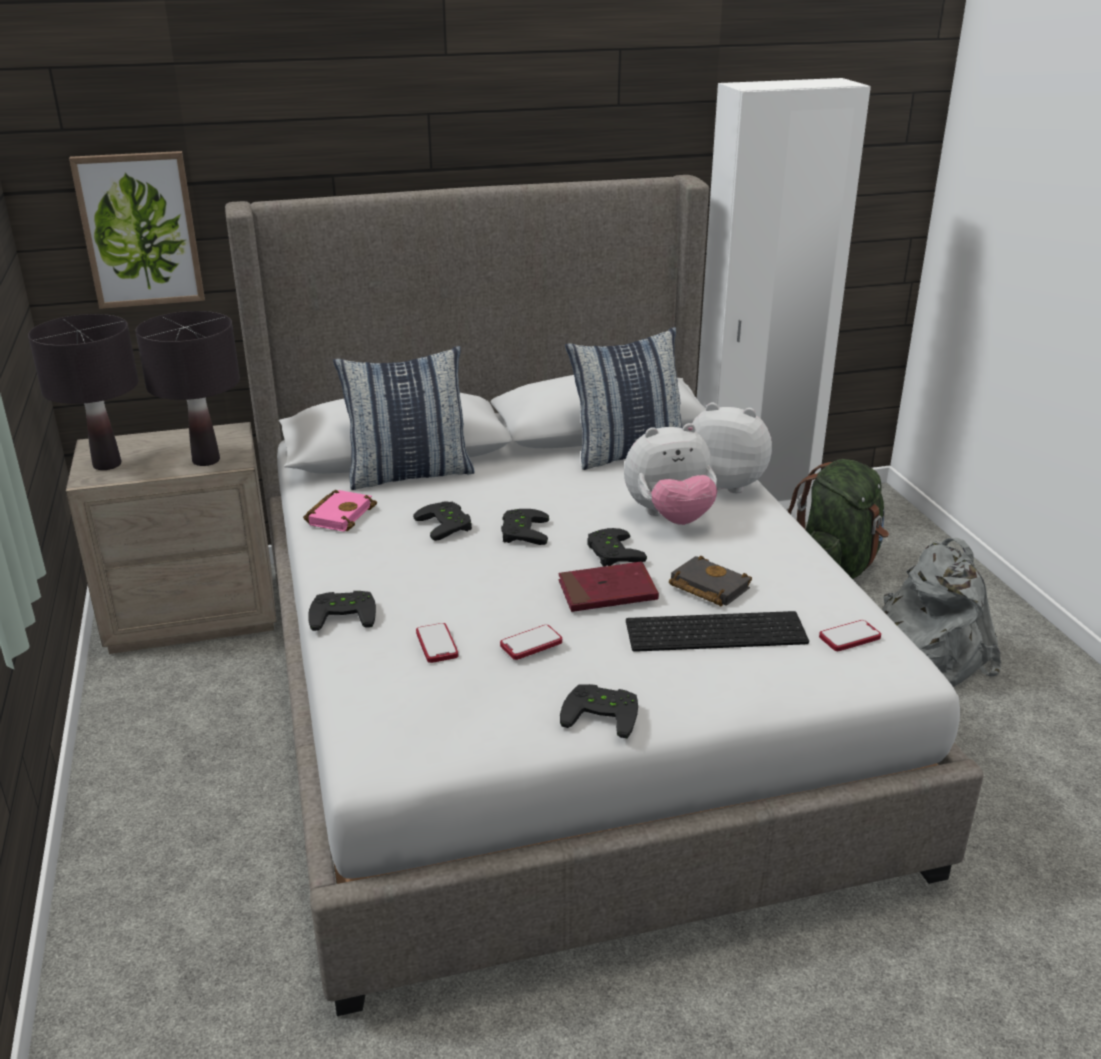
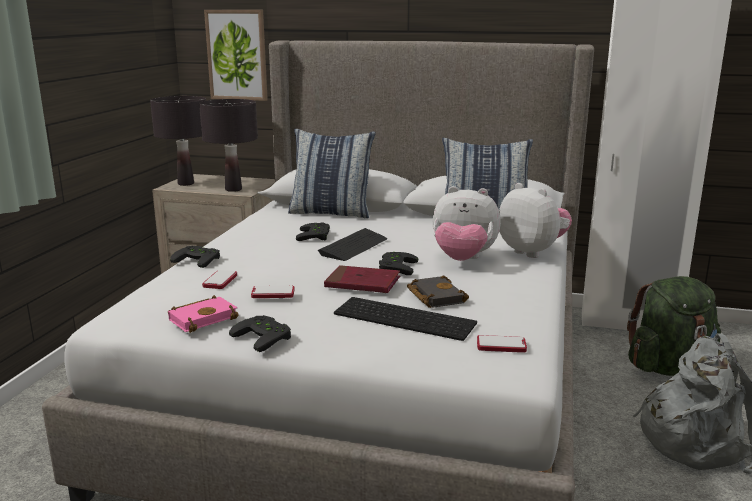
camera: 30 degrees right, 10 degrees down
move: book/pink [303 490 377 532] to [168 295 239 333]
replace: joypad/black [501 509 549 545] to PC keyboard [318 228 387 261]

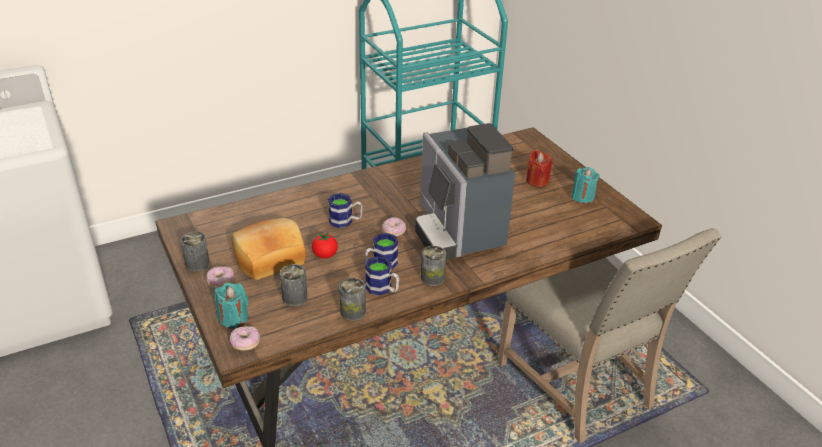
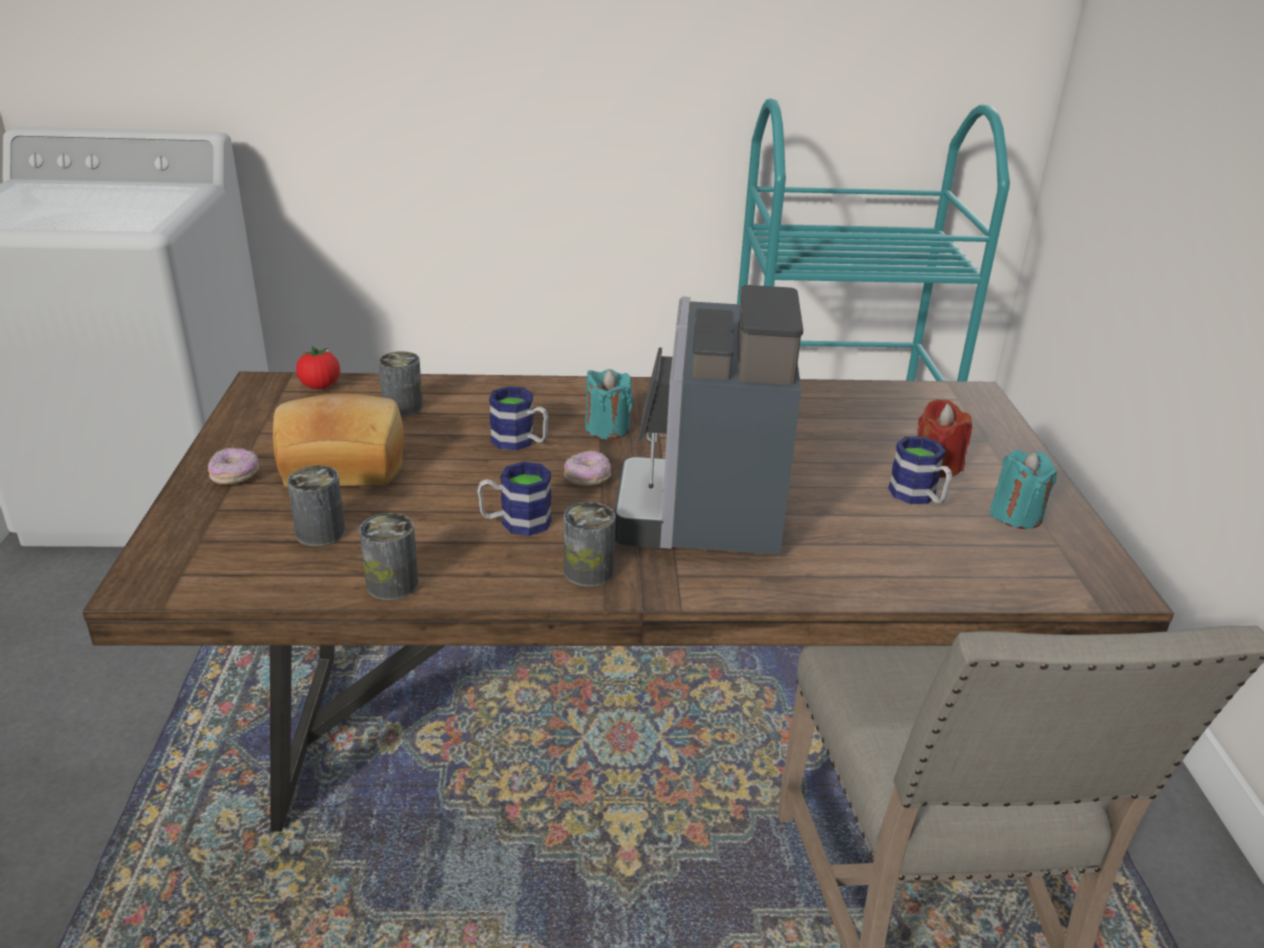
camera: 25 degrees right, 5 degrees down
delete: ring doughnut [230 326 260 351]
move: tomato [312 232 338 259] to [296 346 340 389]; sealed can [181 232 210 272] to [378 351 423 417]; wax candle/blue-green [215 283 248 328] to [585 369 633 439]; mug [365 256 399 296] to [888 436 952 504]

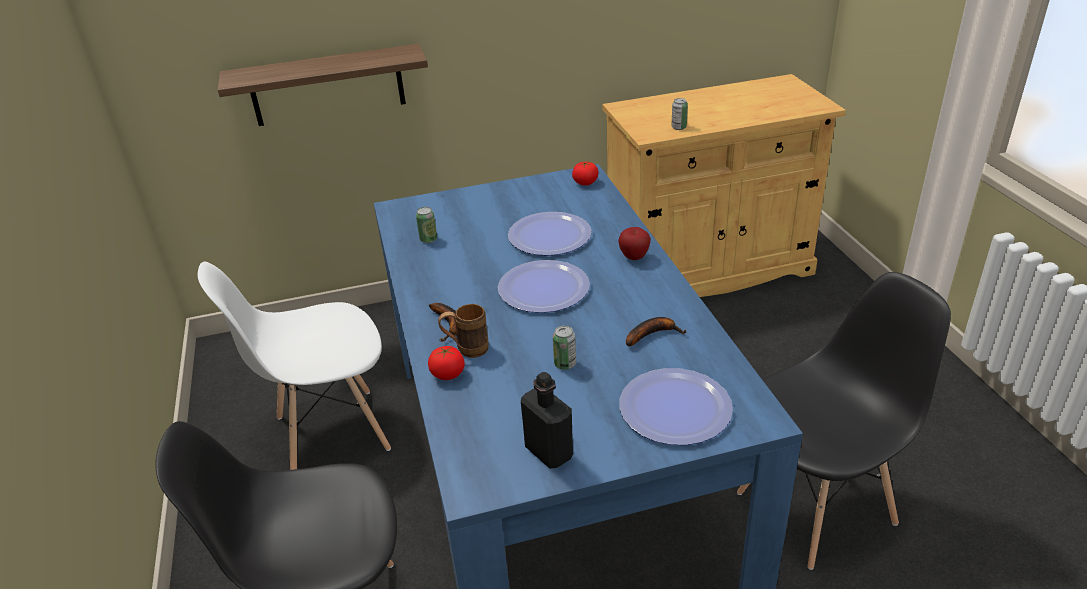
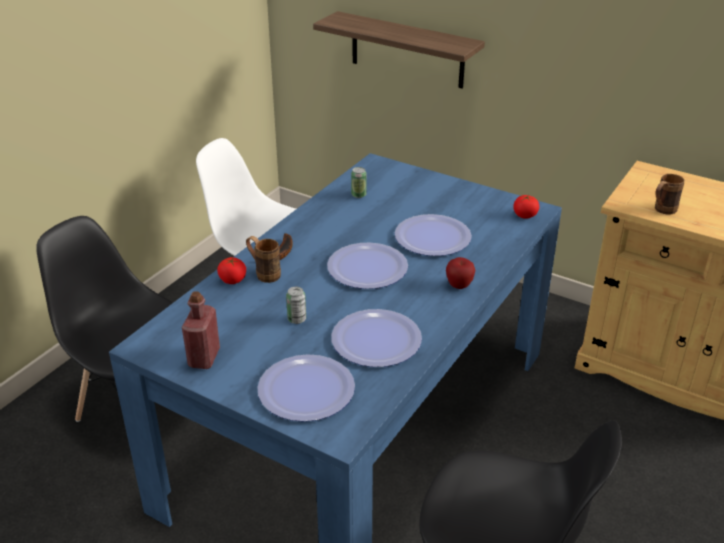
camera: 45 degrees right, 0 degrees up
replace: whole banana [626 317 686 347] to plate [331 309 422 367]; sealed can [671 98 688 130] to mug/brown-coloured [655 174 684 215]
recolor: drink bottle/black [521 372 573 469] to drink bottle/red [182 291 220 369]

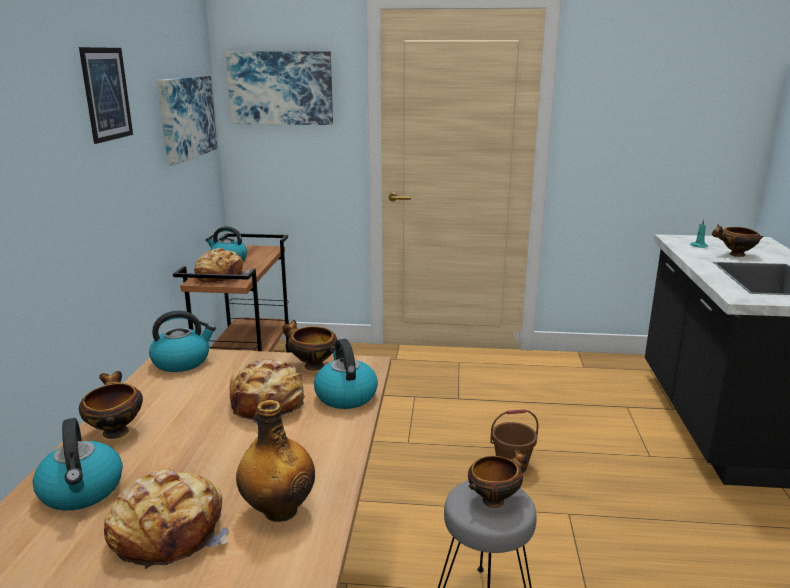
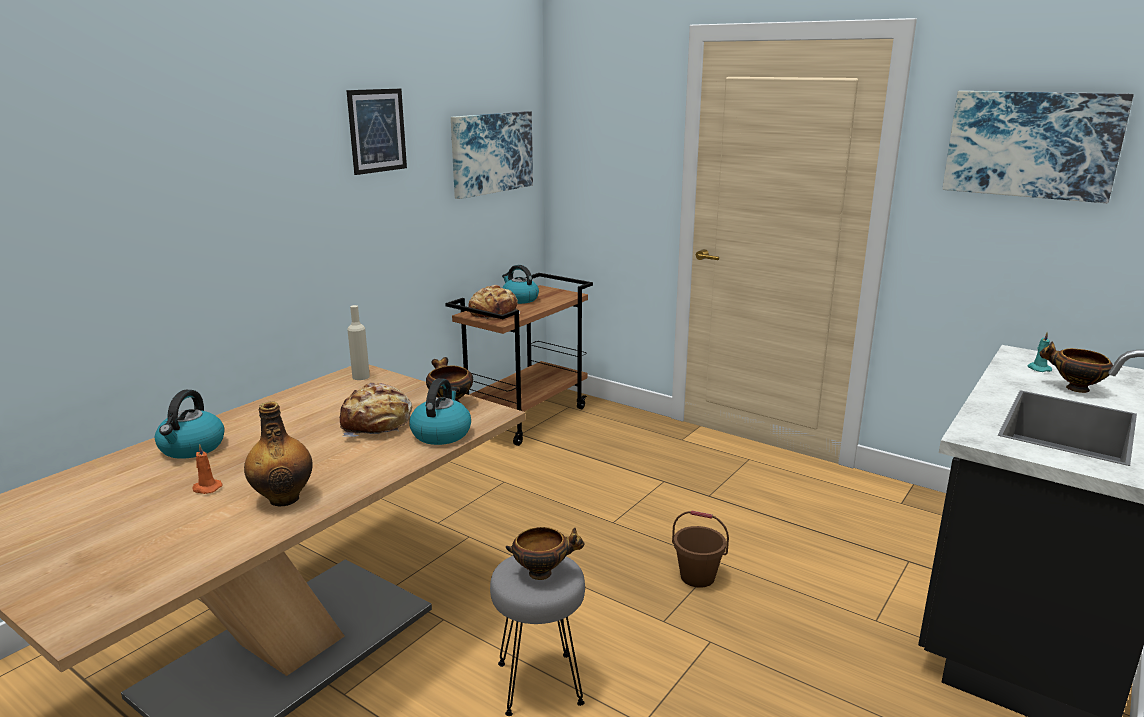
camera: 30 degrees right, 0 degrees up
delete: bowl [79 371 143 439]
move: wall picture [225 51 333 125] to [942 91 1134 203]
replace: baked bread [104 468 229 569] to wax candle/orange [192 444 222 494]; tea kettle [149 310 216 372] to drink bottle/beige-coloured [347 305 370 380]

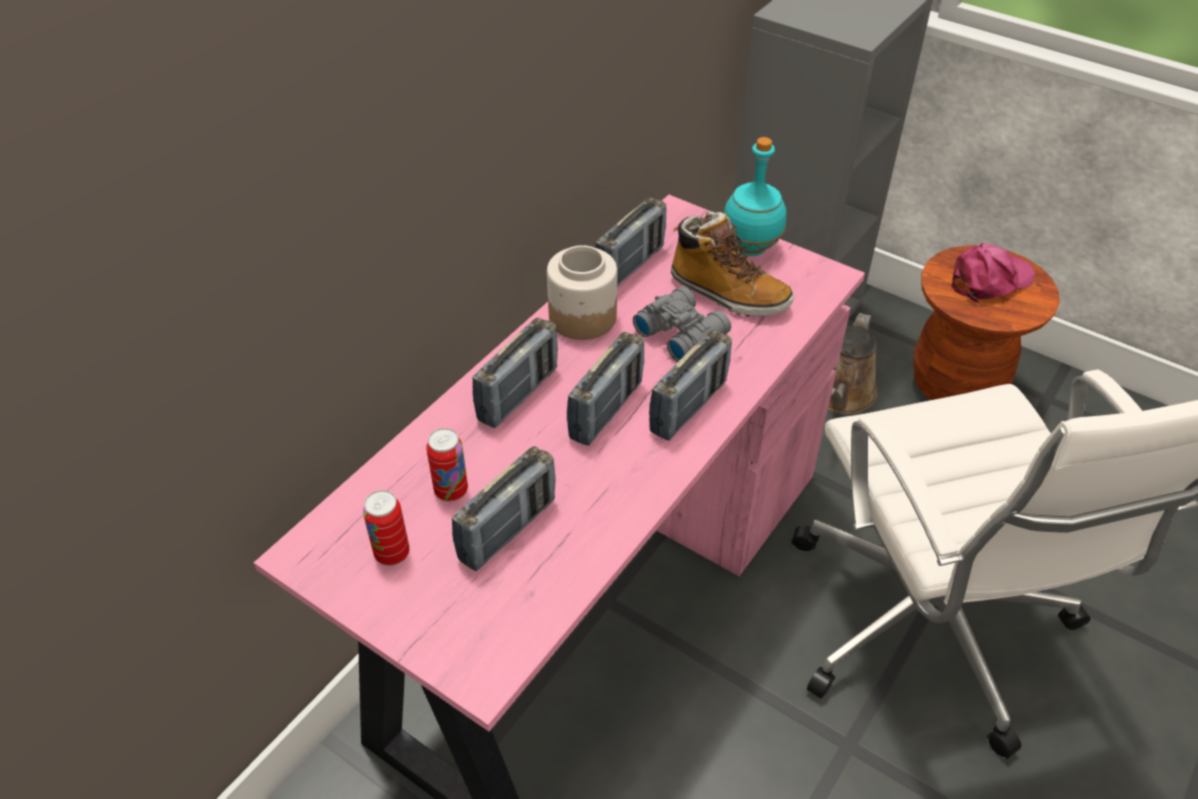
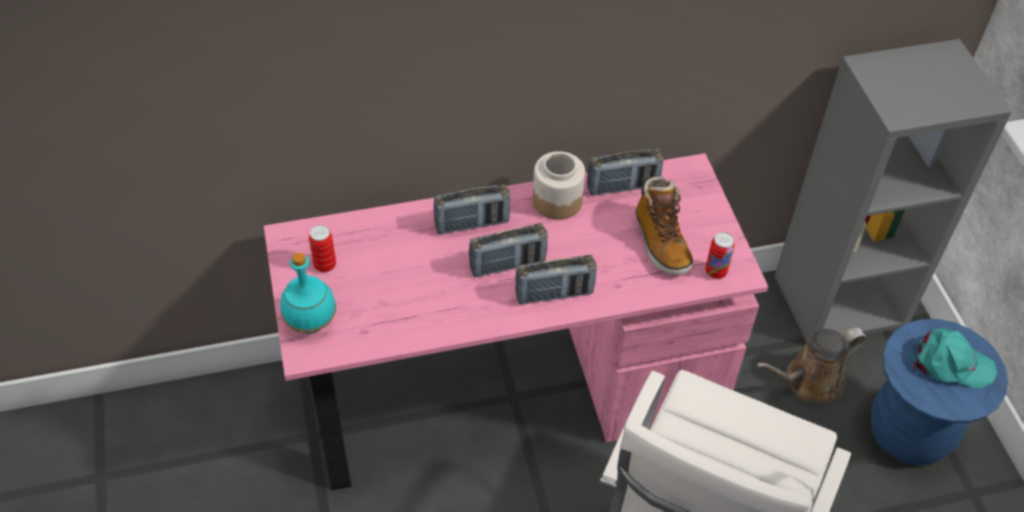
camera: 40 degrees right, 5 degrees up
delete: radio receiver [452 446 556 571]; field glasses/gray [633 287 731 362]
move: drink bottle/blue-green [724 137 787 256] to [280 253 336 334]; sealed can [426 428 468 502] to [705 232 735 279]
recolor: stool seat/brown-coloured [913 245 1060 400] to stool seat/blue [871 319 1008 465]; peaked cap/pink [951 243 1035 303] to peaked cap/blue-green [909 328 997 389]

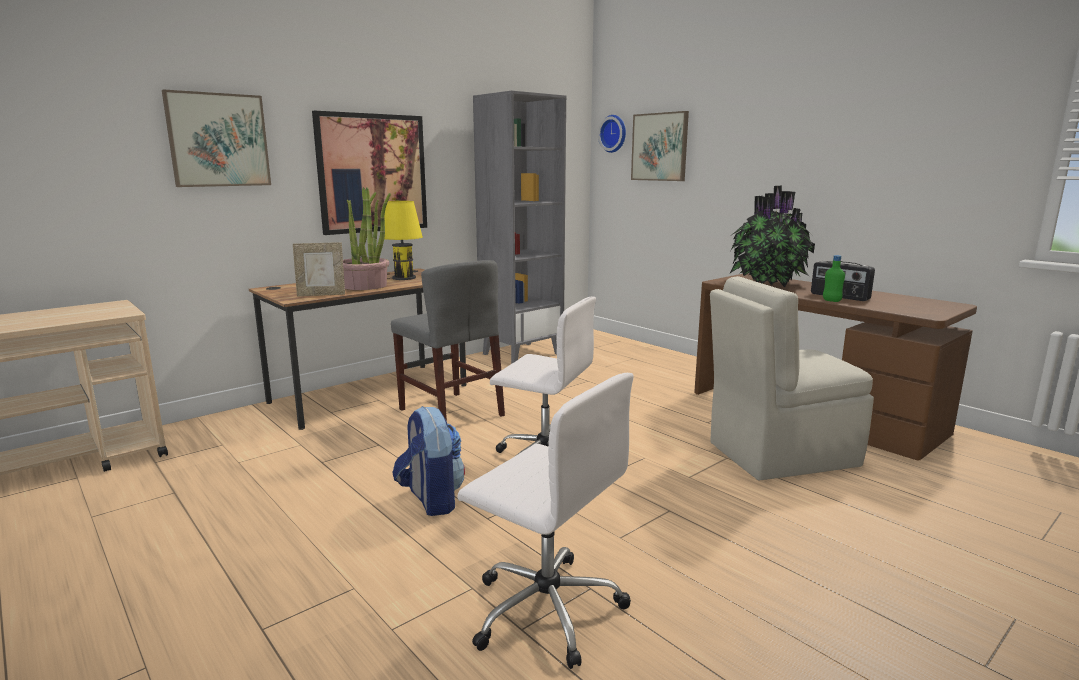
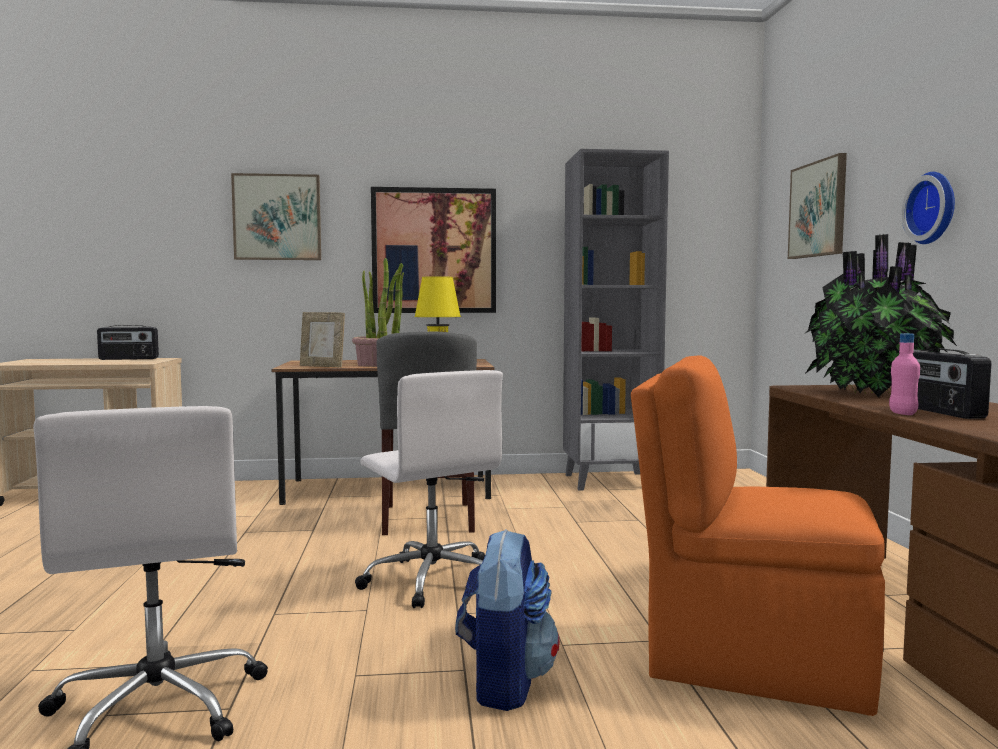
camera: 35 degrees right, 10 degrees down
insert: radio receiver [97 325 159 360]
move: knapsack [392 406 465 516] to [455 529 560 711]; clock on the wall [598 115 626 153] to [901 172 955 244]
recolor: upright chair/beige-coloured [710 276 874 481] to upright chair/orange [631 355 885 716]; drink bottle/green-coloured [823 255 845 302] to drink bottle/pink [889 333 920 415]

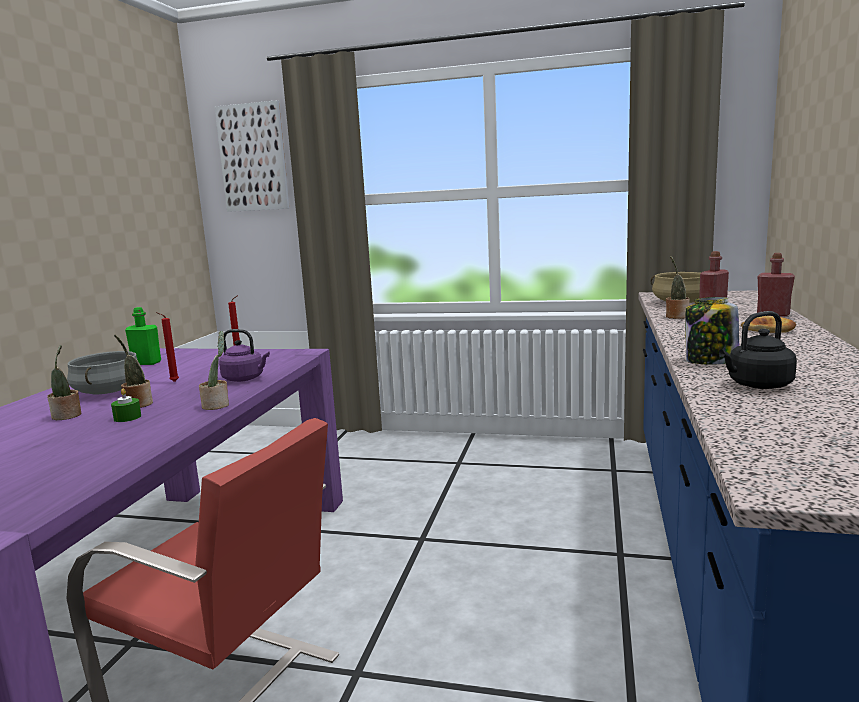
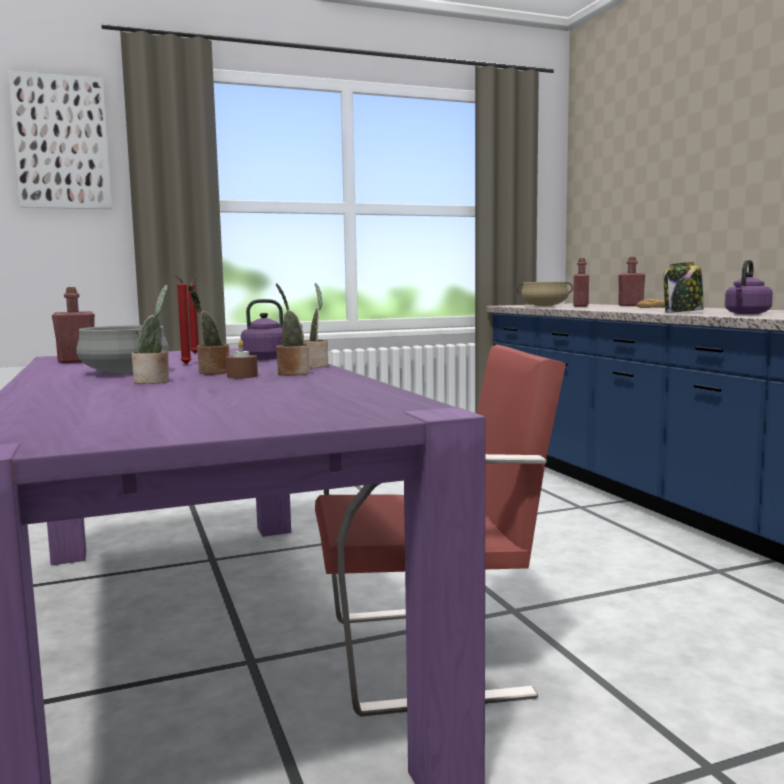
camera: 35 degrees left, 5 degrees down
move: houseplant [666 256 690 319] to [276 283 310 376]
recolor: drink bottle/green-coloured [125 307 161 365] to drink bottle/red [52 287 95 363]; wax candle/green-coloured [111 389 141 422] to wax candle/brown-coloured [226 340 258 379]; tea kettle/black [719 311 797 389] to tea kettle/purple [725 260 773 314]

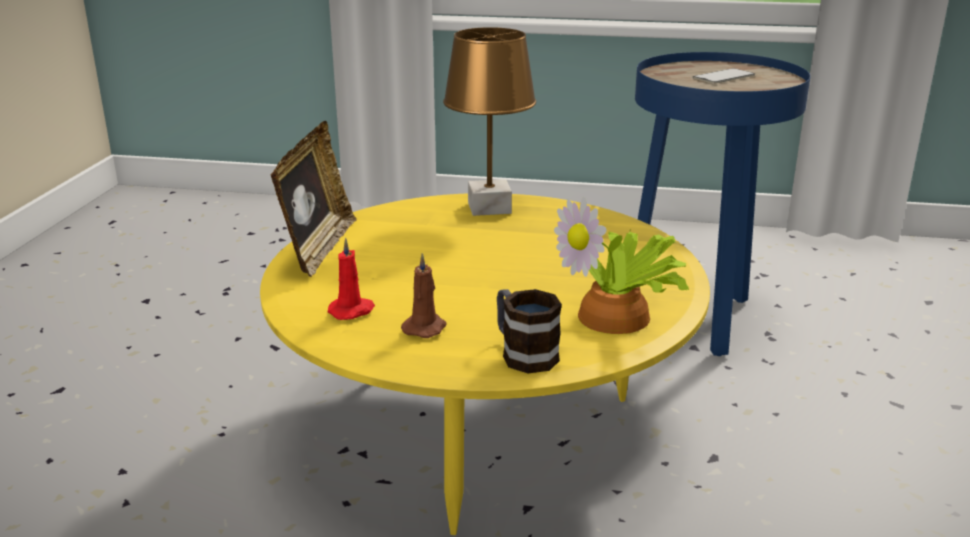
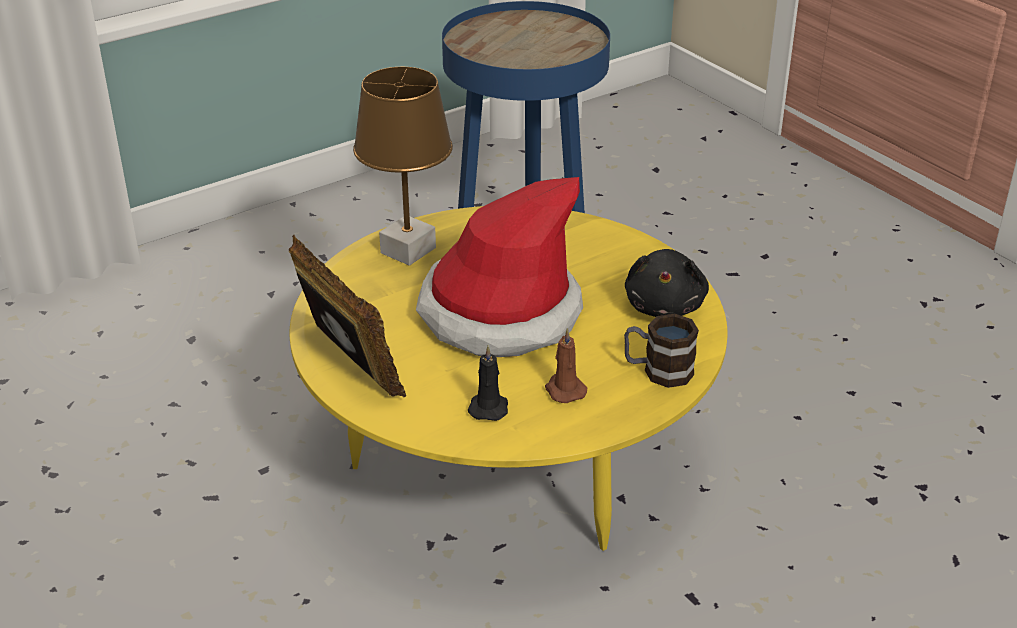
camera: 45 degrees left, 10 degrees up
delete: handset [693 68 755 84]
insert: wearable hat [416 177 583 357]
replace: houseplant [554 197 689 334] to cuddly toy/black [625 249 709 317]
recolor: wax candle/red [328 238 375 320] to wax candle/black [468 345 508 421]

